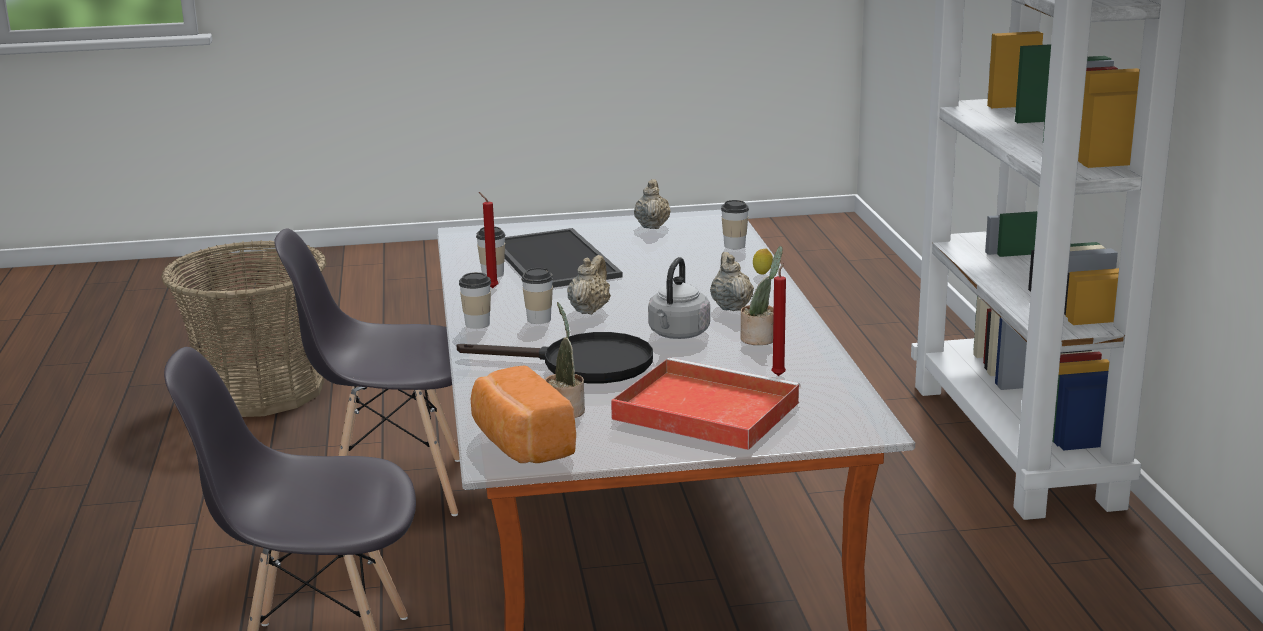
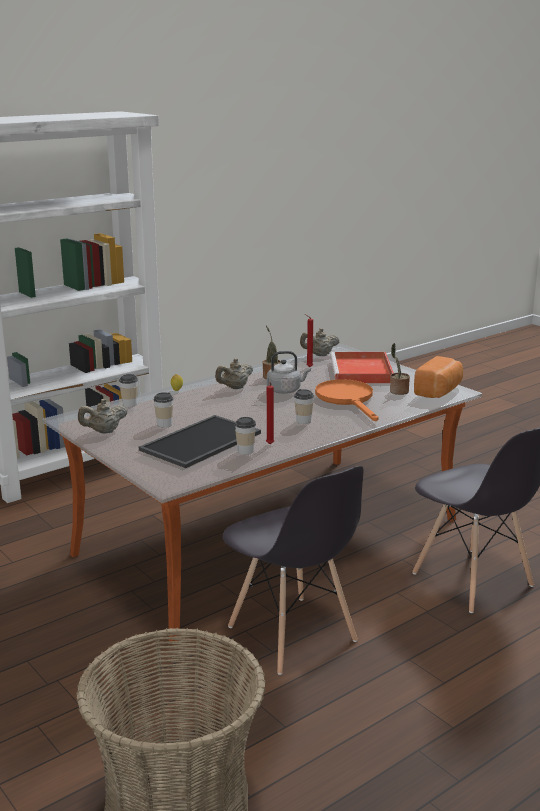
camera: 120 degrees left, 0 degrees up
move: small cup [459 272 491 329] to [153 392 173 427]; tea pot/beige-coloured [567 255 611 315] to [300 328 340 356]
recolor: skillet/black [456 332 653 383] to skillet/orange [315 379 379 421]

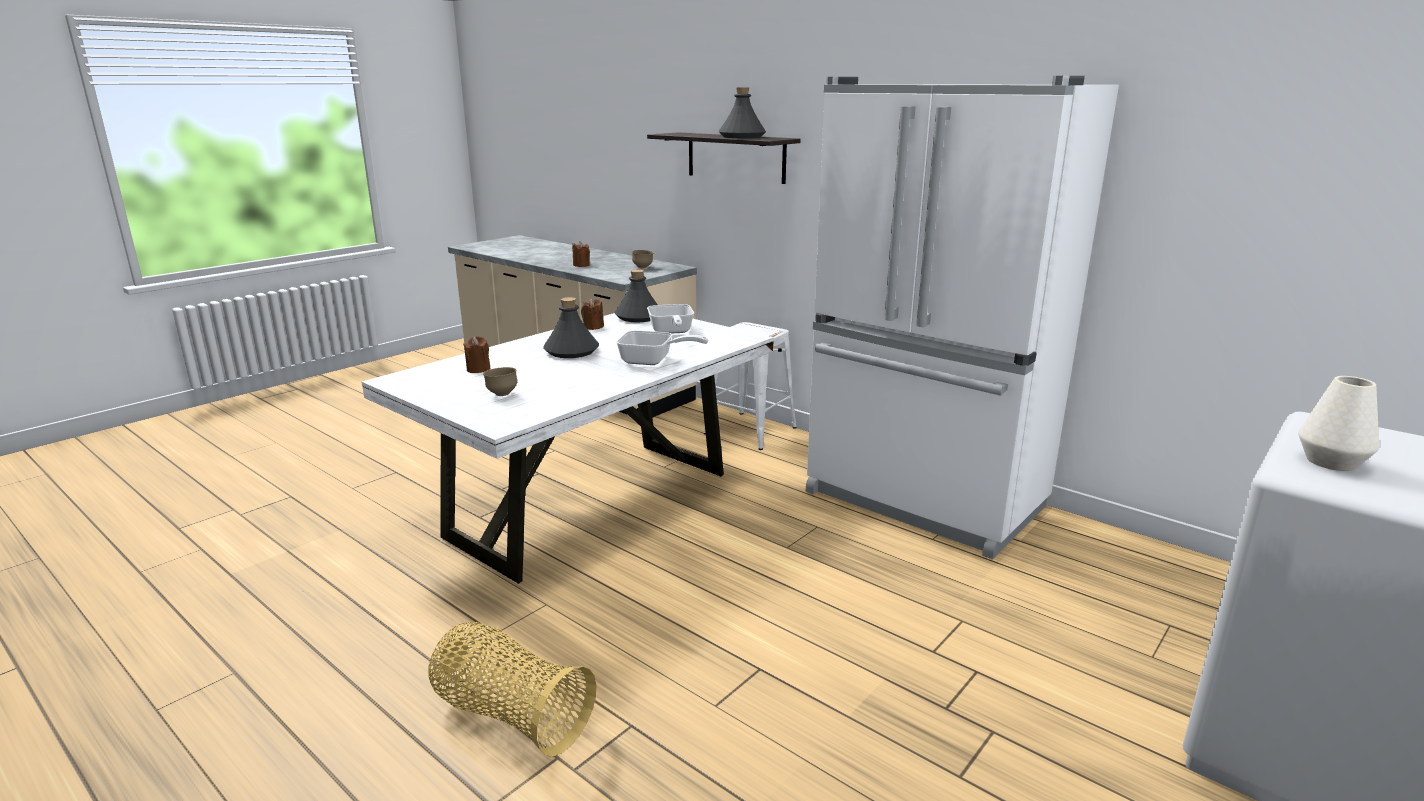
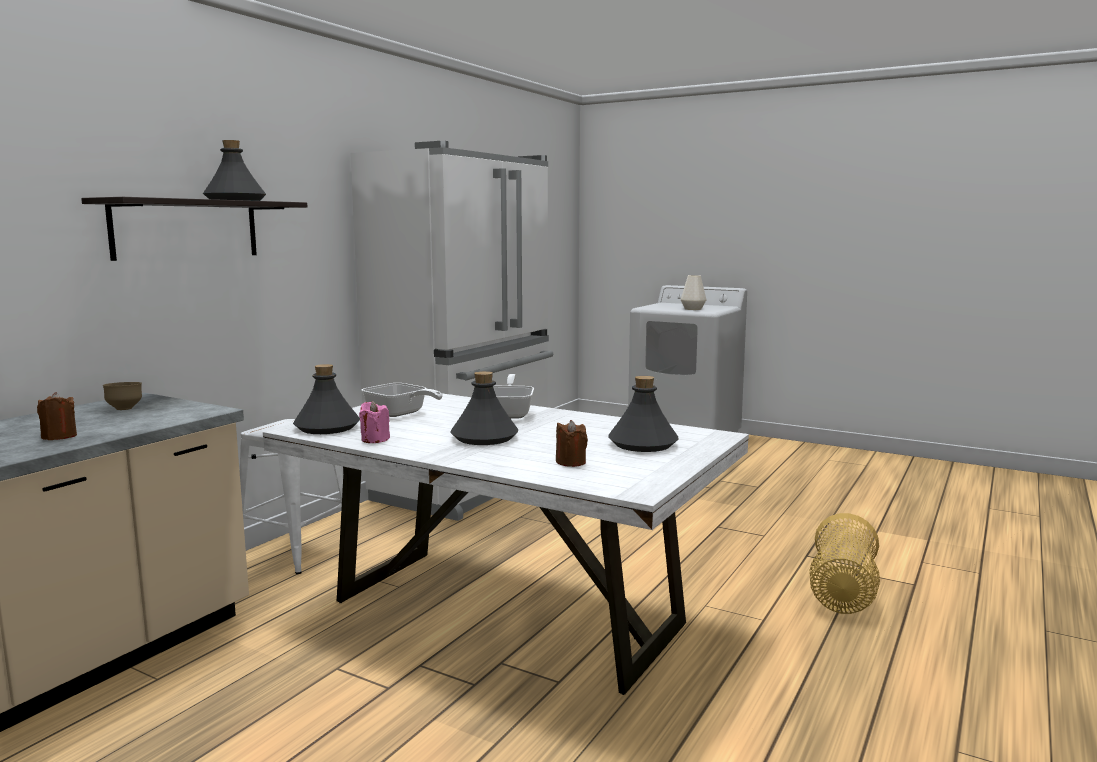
camera: 100 degrees left, 10 degrees down
replace: bowl/brown-coloured [483 367 517 396] to drink bottle/gray [608 376 679 452]
recolor: wax candle/brown-coloured [581 298 604 330] to wax candle/pink [359 401 390 443]
rotate: skillet [647 304 694 334] = [362 383 443 417] 60 degrees clockwise

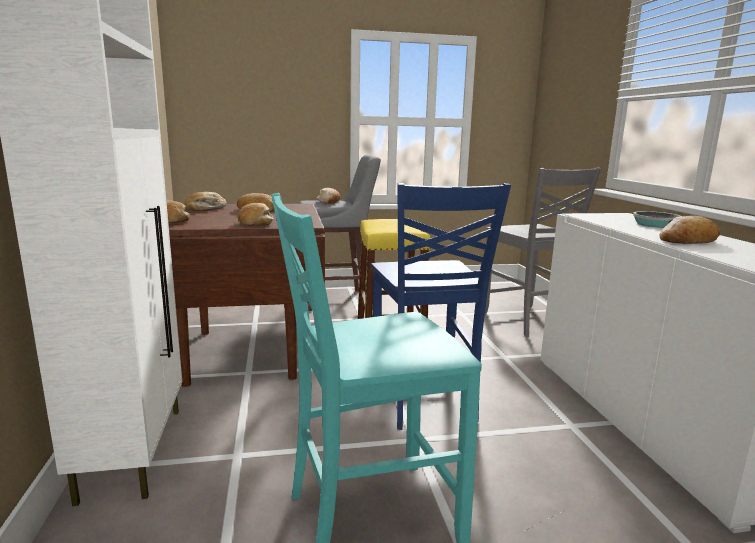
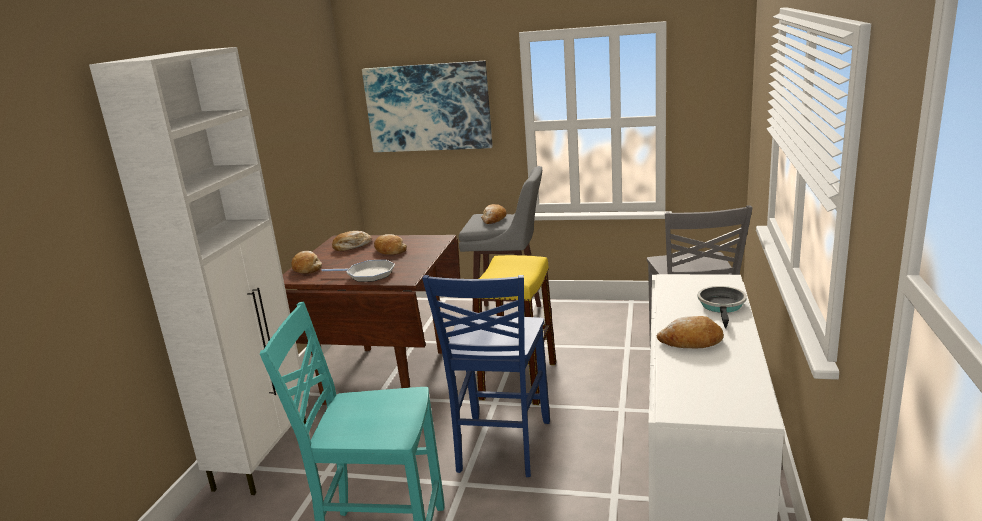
camera: 25 degrees right, 5 degrees up
insert: wall picture [362 61 493 152]
replace: baked bread [238 203 274 226] to skillet [321 260 395 282]

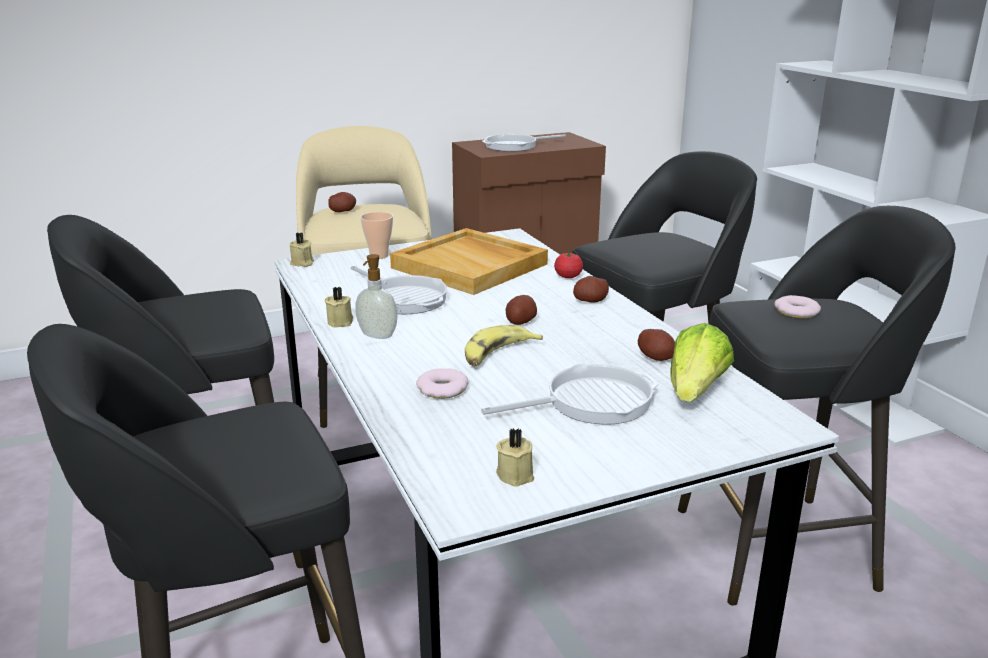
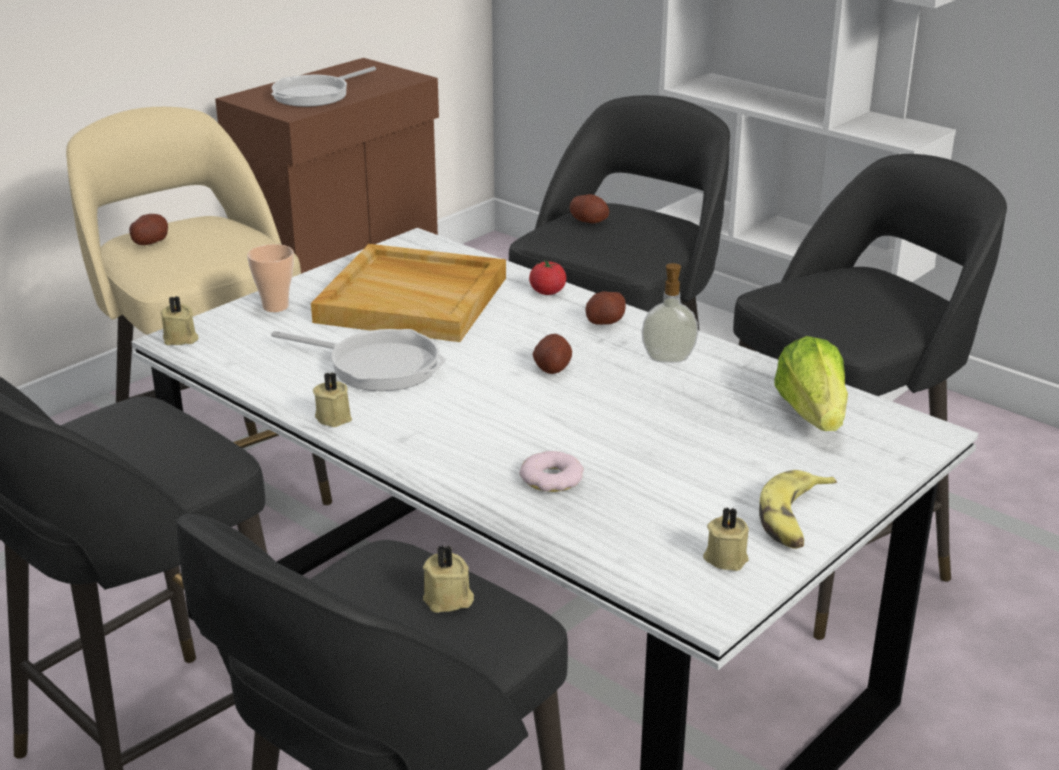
camera: 25 degrees left, 5 degrees up
delete: skillet [481 364 658 425]; ring doughnut [774 295 821 318]
insert: wax candle/beige-coloured [423 545 474 613]
move: potato [638 329 675 361] to [569 194 609 223]; liquid soap bottle [355 254 398 339] to [642 263 698 363]; whole banana [465 325 543 366] to [759 470 837 549]

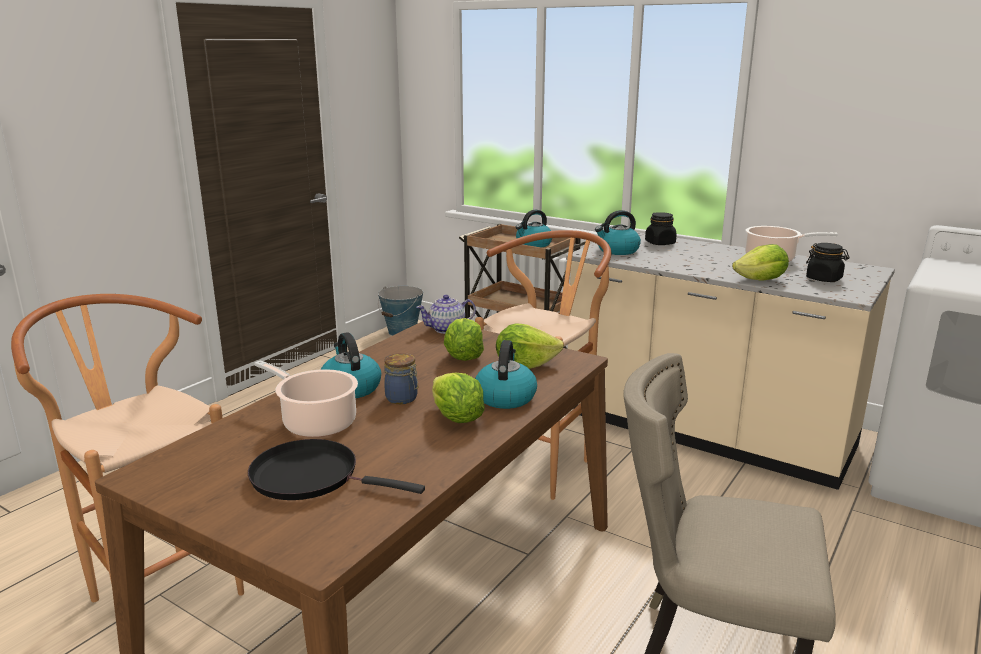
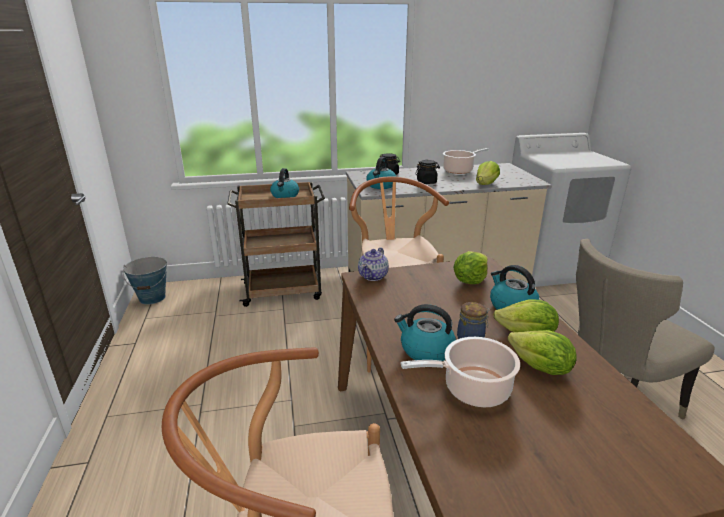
camera: 45 degrees left, 5 degrees up
delete: skillet/black [248 439 425 500]
move: preserve jar/black [806 243 850 282] to [415 160 440 184]; lettuce [444 318 484 361] to [508 330 577 375]

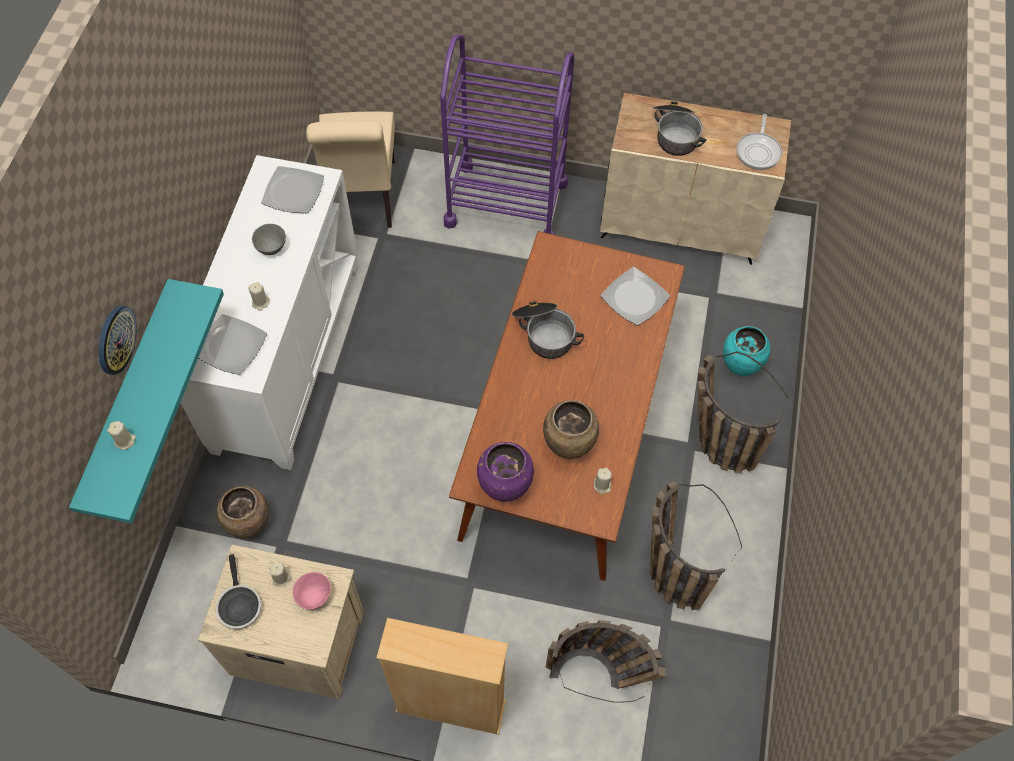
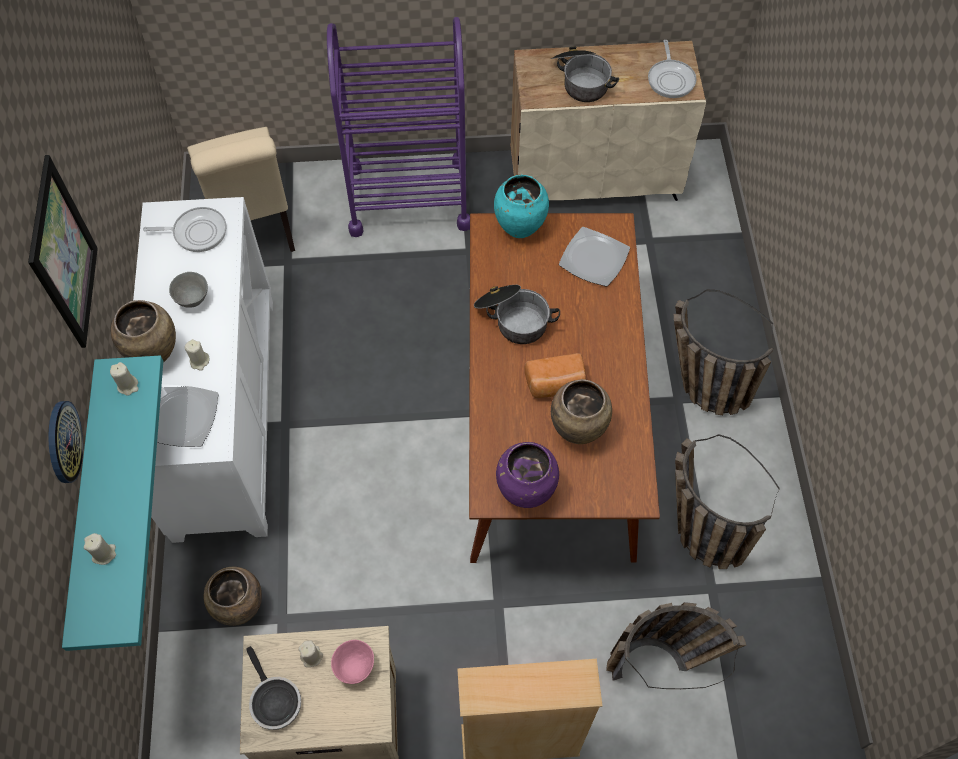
camera: 15 degrees left, 0 degrees up
insert: wall picture [28 155 98 348]; flower vase/brown-coloured [111 300 176 362]; baked bread [524 353 586 398]
move: wax candle/beige-coloured [594 468 612 494] to [110 362 139 396]; flower vase/blue-green [723 326 770 376] to [494 174 549 238]
replace: plate [262 166 324 213] to skillet [143 207 226 252]

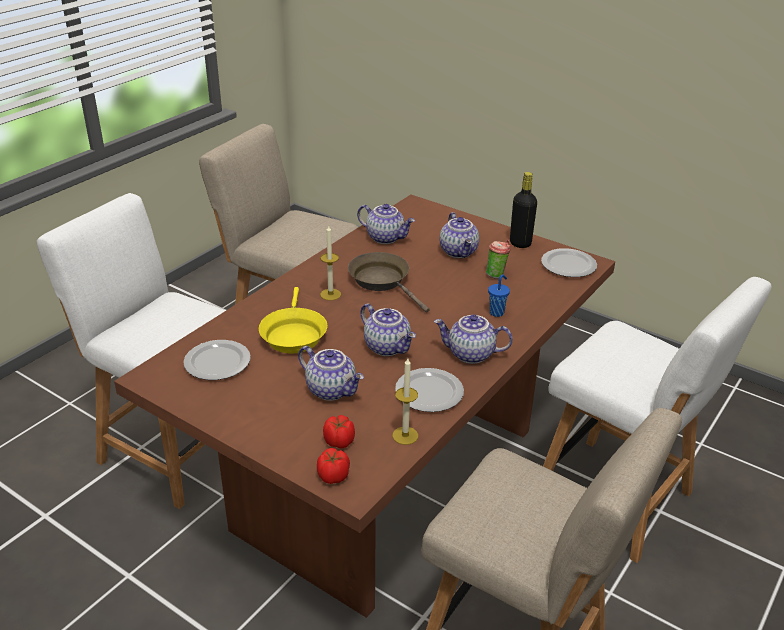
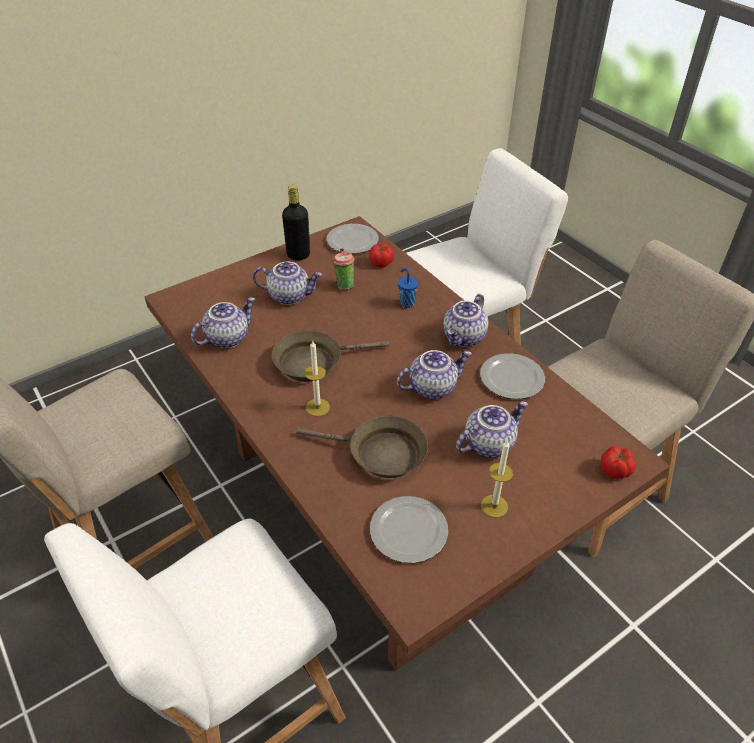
camera: 70 degrees left, 10 degrees up
move: tomato [323 415 355 448] to [369 243 394 268]; wax candle [392 358 418 445] to [481 441 513 518]
recolor: skillet/yellowish [259 287 328 354] to skillet/brown-coloured [297 416 428 478]

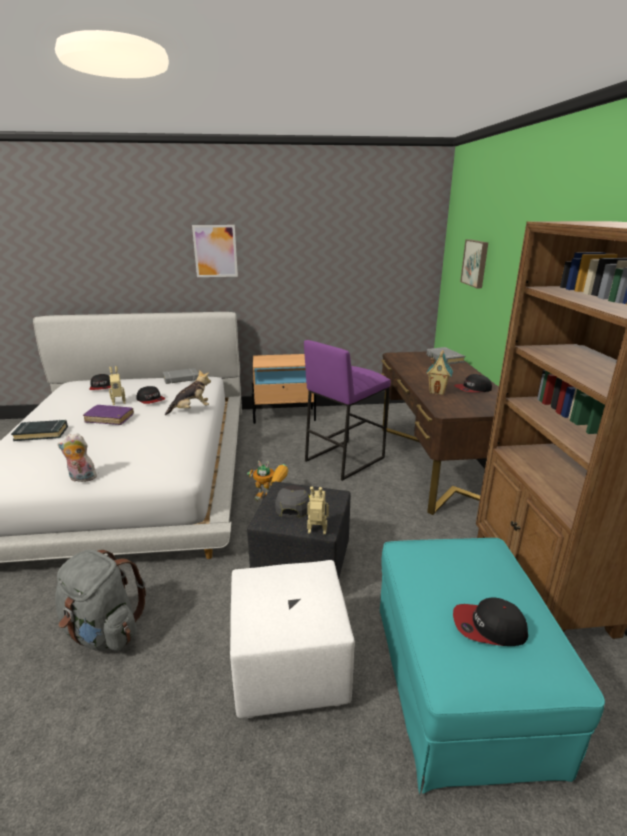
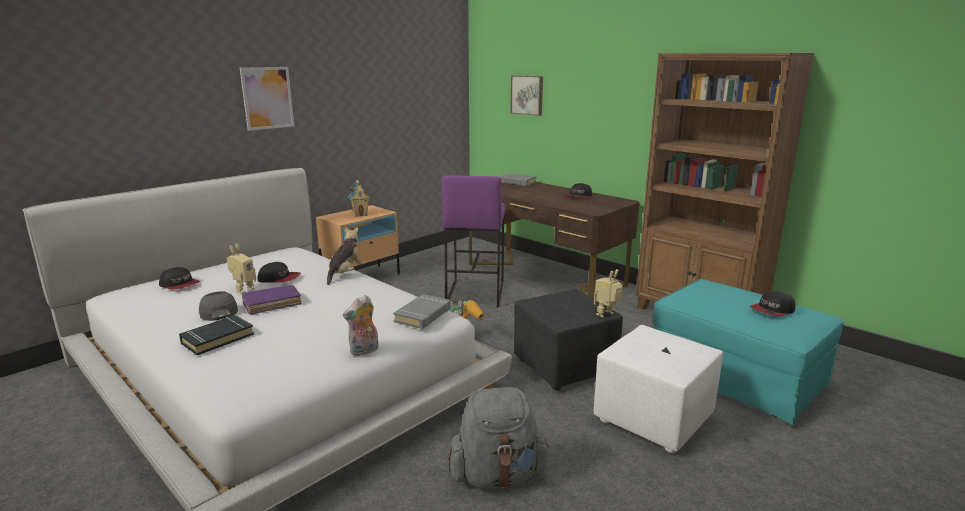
camera: 40 degrees left, 5 degrees down
move: peaked cap/gray [275 485 310 518] to [198 291 238 321]; model house [426 350 453 395] to [348 180 370 217]; book/gray [163 368 199 384] to [393 294 450 329]

